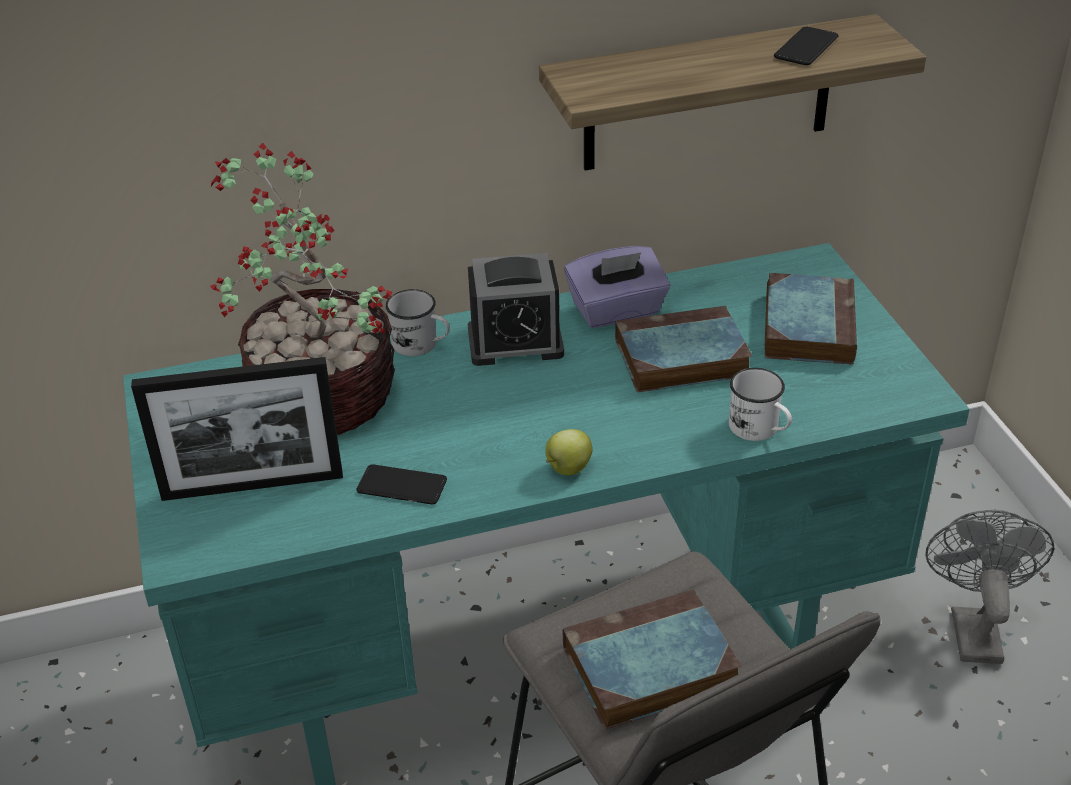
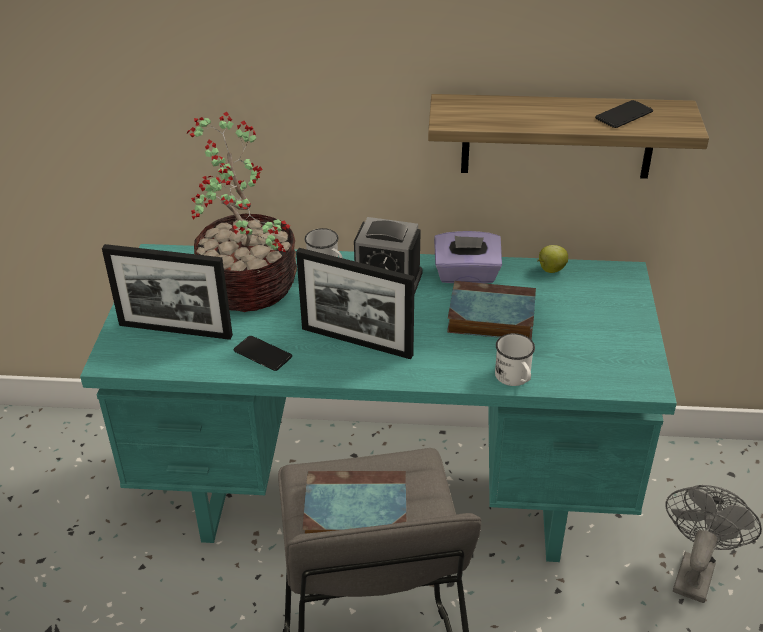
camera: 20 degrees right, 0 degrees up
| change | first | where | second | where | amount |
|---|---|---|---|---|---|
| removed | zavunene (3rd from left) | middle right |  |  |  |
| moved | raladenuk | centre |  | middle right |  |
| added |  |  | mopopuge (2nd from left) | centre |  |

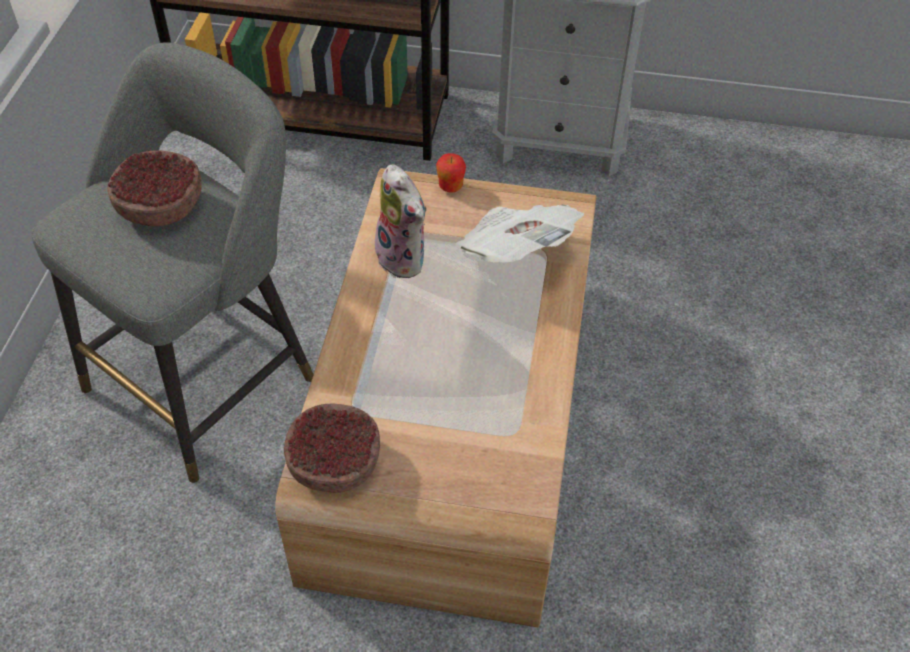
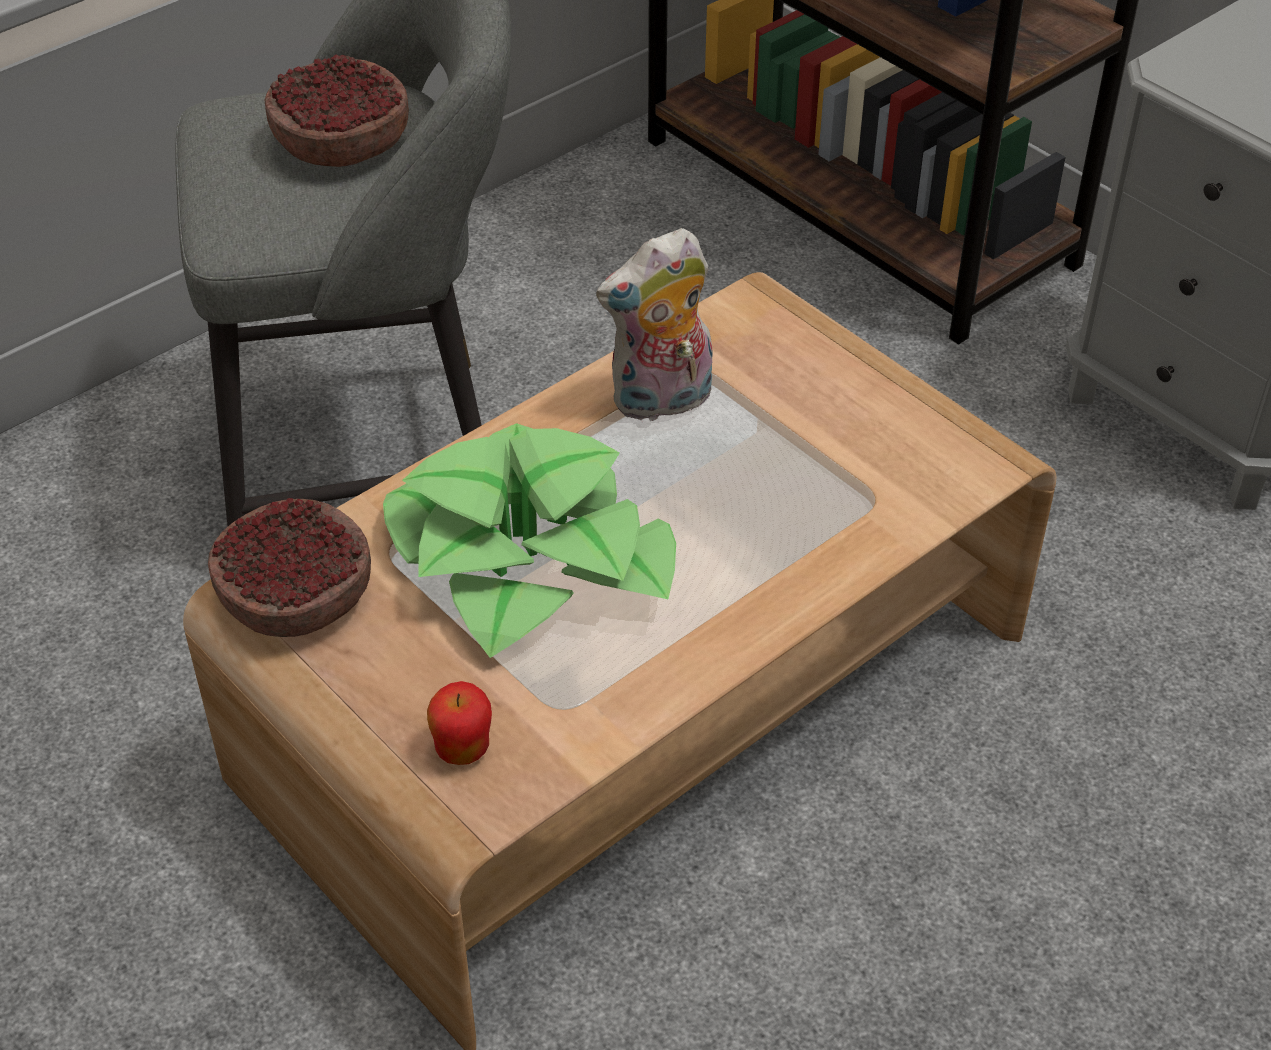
camera: 40 degrees right, 5 degrees down
| change | first | where | second | where | amount |
|---|---|---|---|---|---|
| moved | raladenuk | top centre |  | bottom centre |  |
| turned | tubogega | centre |  | top centre | 60 degrees clockwise |
| removed | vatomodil | centre |  |  |  |
| added |  |  | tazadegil | centre |  |

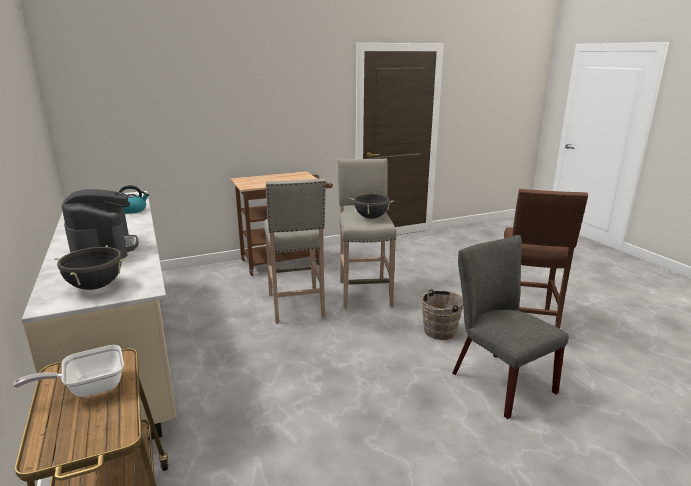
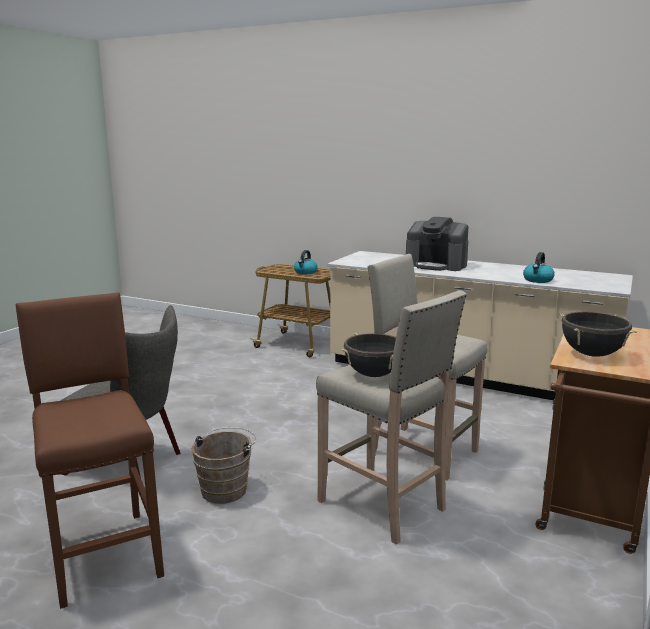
camera: 140 degrees right, 5 degrees down
| change | first | where | second | where | amount |
|---|---|---|---|---|---|
| moved | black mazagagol (1st from left in the first image) | middle left | black mazagagol (2nd from left) | middle right |  |
| replaced | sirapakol | bottom left | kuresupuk (1st from left) | centre |  |

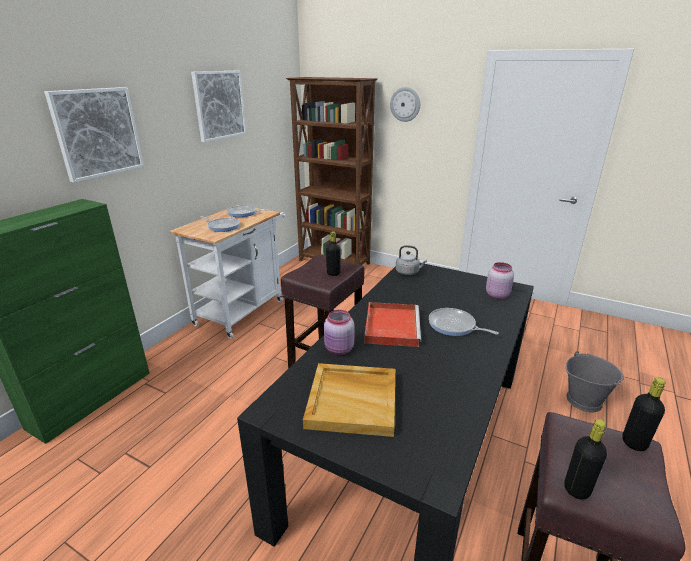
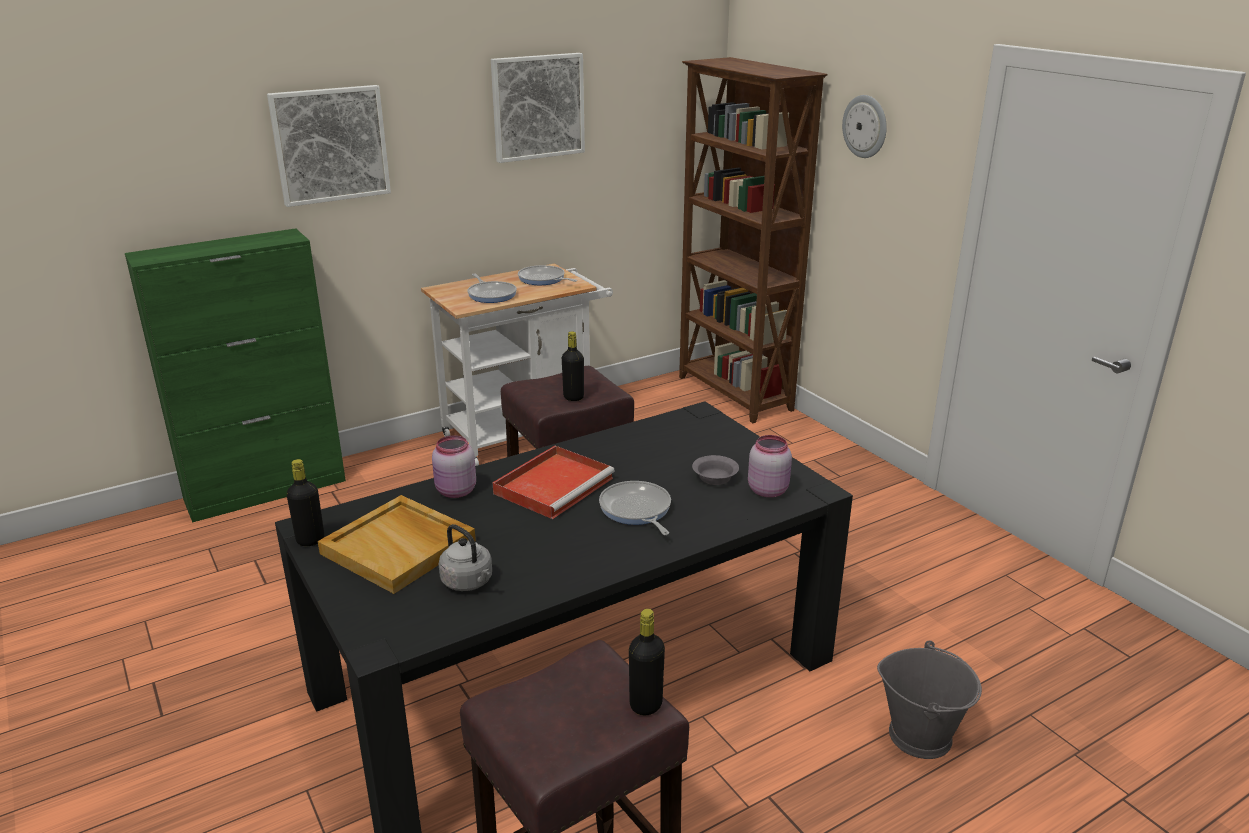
camera: 30 degrees right, 0 degrees up
| change | first | where | second | where | amount |
|---|---|---|---|---|---|
| moved | grey kuresupuk | centre |  | bottom centre |  |
| moved | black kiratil (2nd from left in the first image) | bottom right | black kiratil (1st from left) | middle left |  |
| added |  |  | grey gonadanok | centre |  |

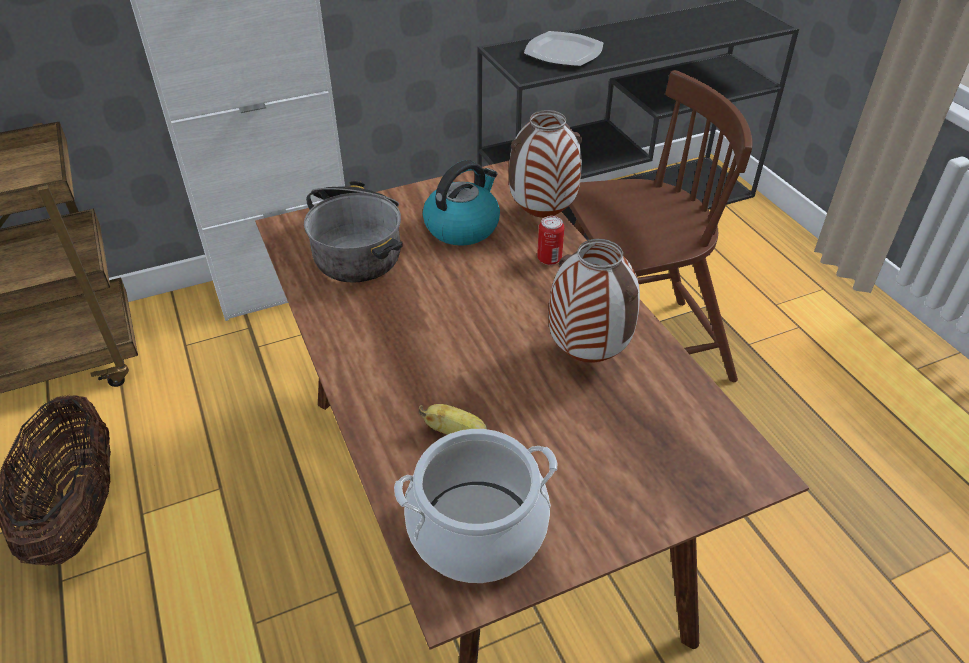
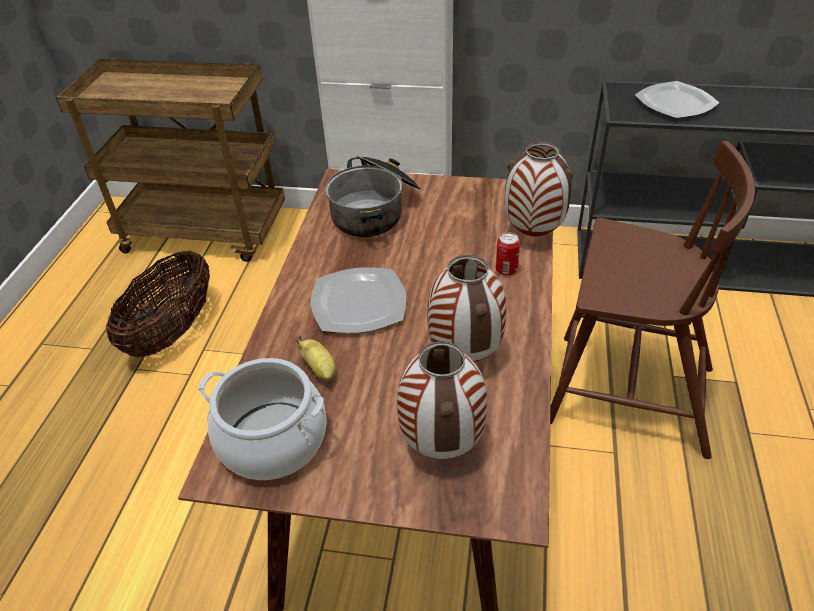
camera: 35 degrees right, 0 degrees up
| change | first | where | second | where | amount |
|---|---|---|---|---|---|
| removed | kuresupuk | top centre |  |  |  |
| added |  |  | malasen (1st from left) | centre |  |
| added |  |  | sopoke (1st from left) | centre |  |

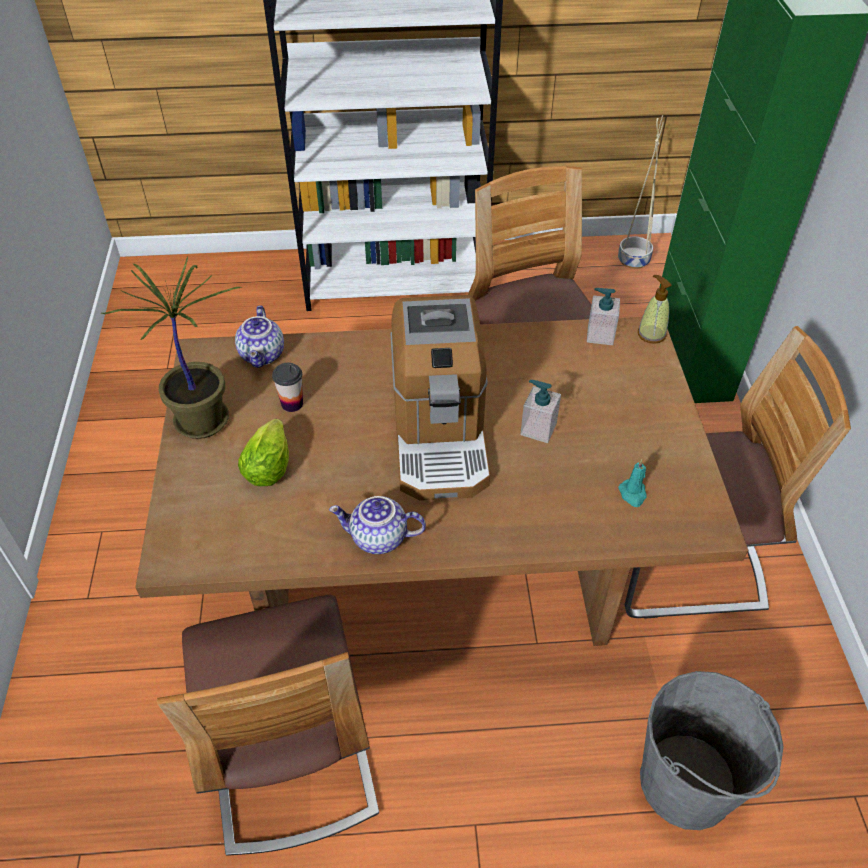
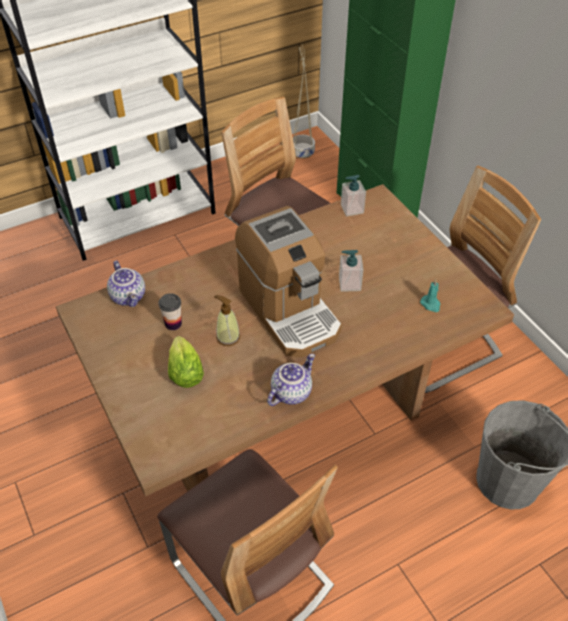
camera: 25 degrees left, 0 degrees up
| change | first | where | second | where | amount |
|---|---|---|---|---|---|
| removed | tazadegil | middle left |  |  |  |
| moved | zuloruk (3rd from left in the first image) | middle right | zuloruk (1st from left) | centre |  |
| turned | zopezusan (2nd from left) | centre |  | centre | 150 degrees clockwise |

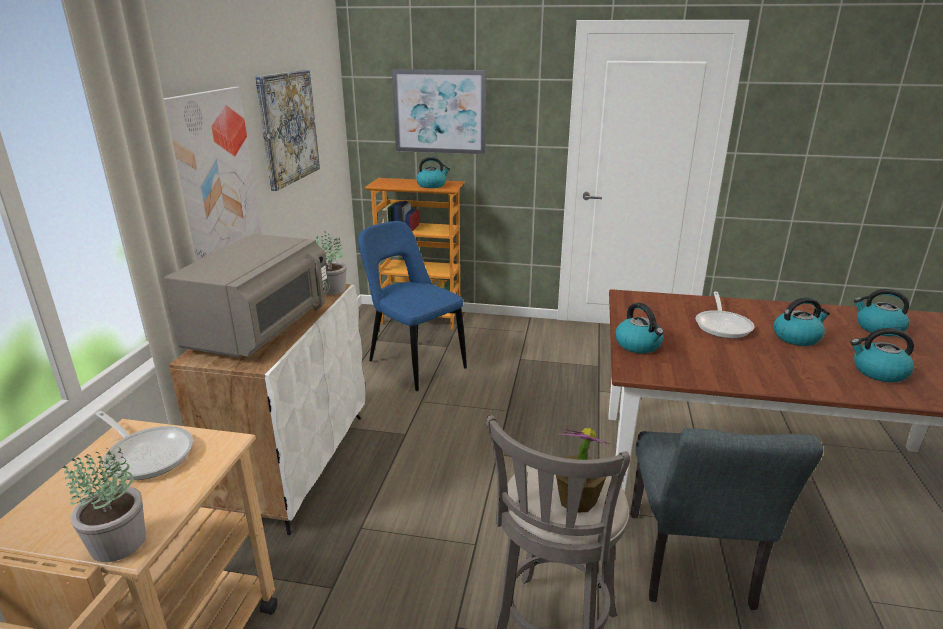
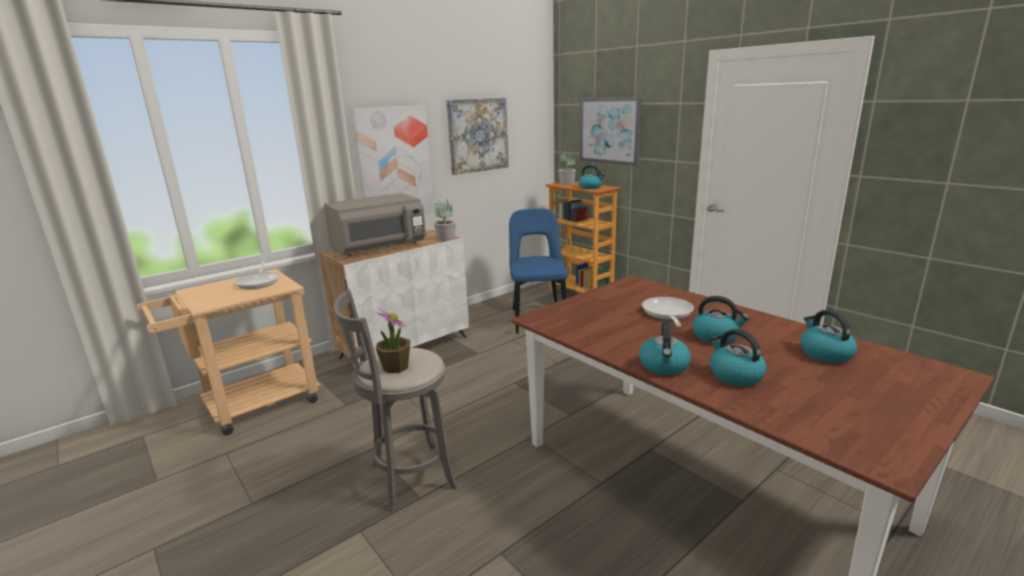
camera: 40 degrees right, 5 degrees down
| change | first | where | second | where | amount |
|---|---|---|---|---|---|
| turned | sirapakol (2nd from left) | middle right |  | centre | 135 degrees clockwise |
| moved | kuresupuk (2nd from left) | middle right |  | centre |  |
| removed | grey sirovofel | bottom right |  |  |  |
| moved | tazadegil (1st from left in the first image) | bottom left | tazadegil (3rd from left) | top centre |  |

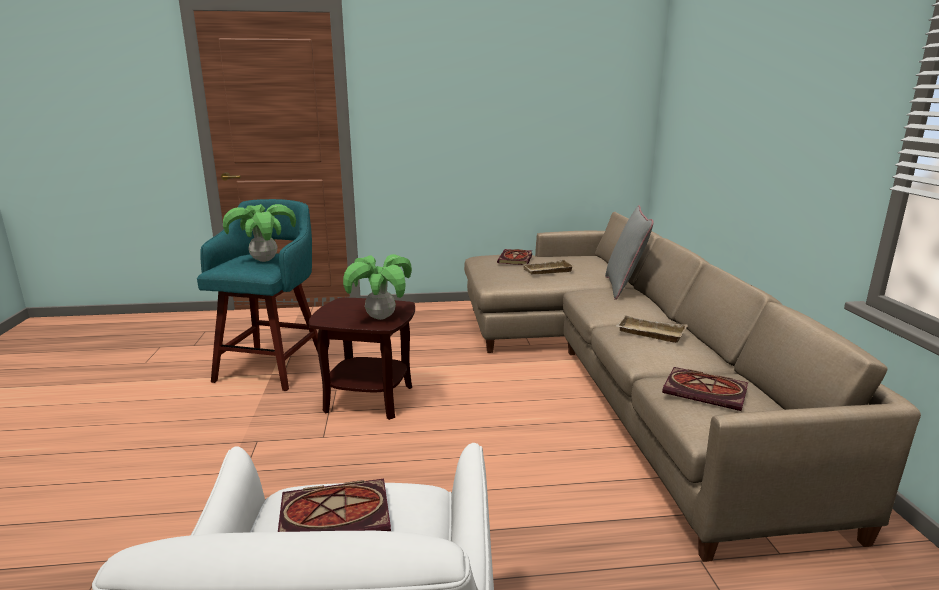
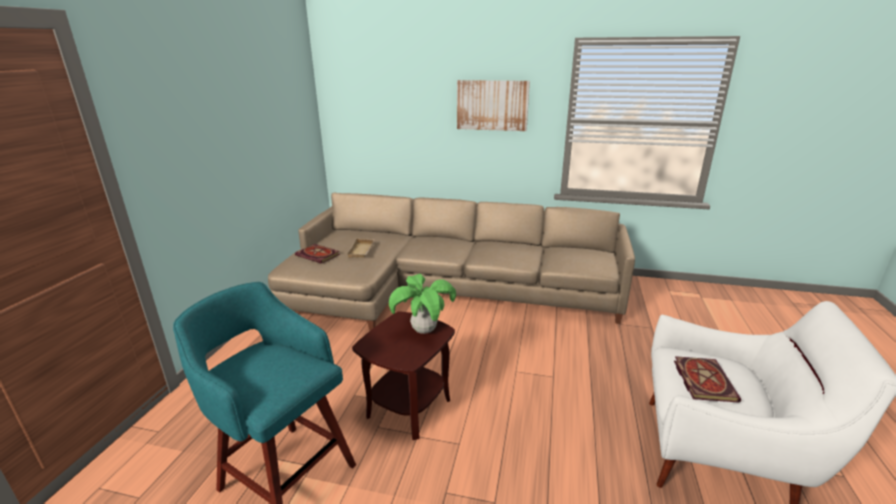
camera: 70 degrees left, 5 degrees up
| change | first | where | second | where | amount |
|---|---|---|---|---|---|
| removed | tazadegil (1st from left) | middle left |  |  |  |
| removed | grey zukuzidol | middle right |  |  |  |
| removed | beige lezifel (2nd from left) | middle right |  |  |  |
| removed | zavunene (3rd from left) | middle right |  |  |  |
| added |  |  | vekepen | top centre |  |

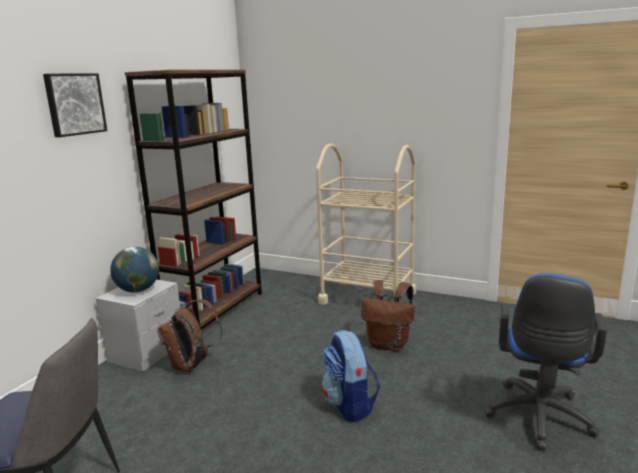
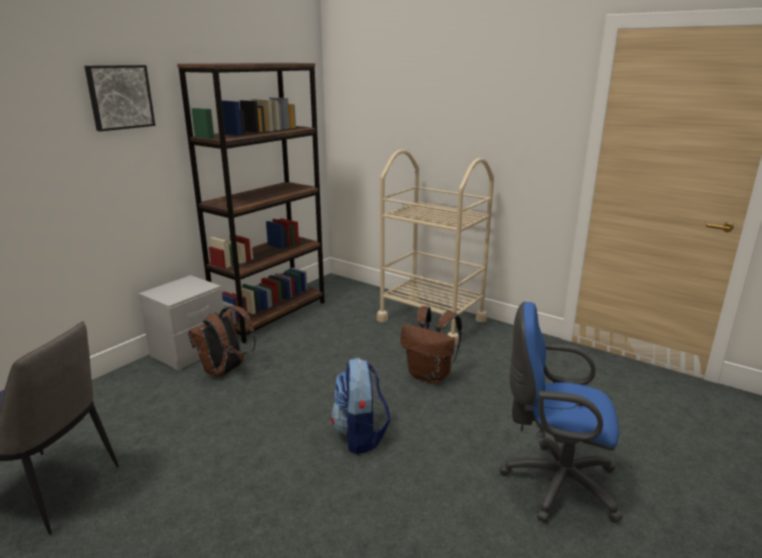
camera: 10 degrees right, 5 degrees up
| change | first | where | second | where | amount |
|---|---|---|---|---|---|
| removed | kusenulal | middle left |  |  |  |
| turned | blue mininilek | bottom right |  | bottom right | 75 degrees clockwise |

